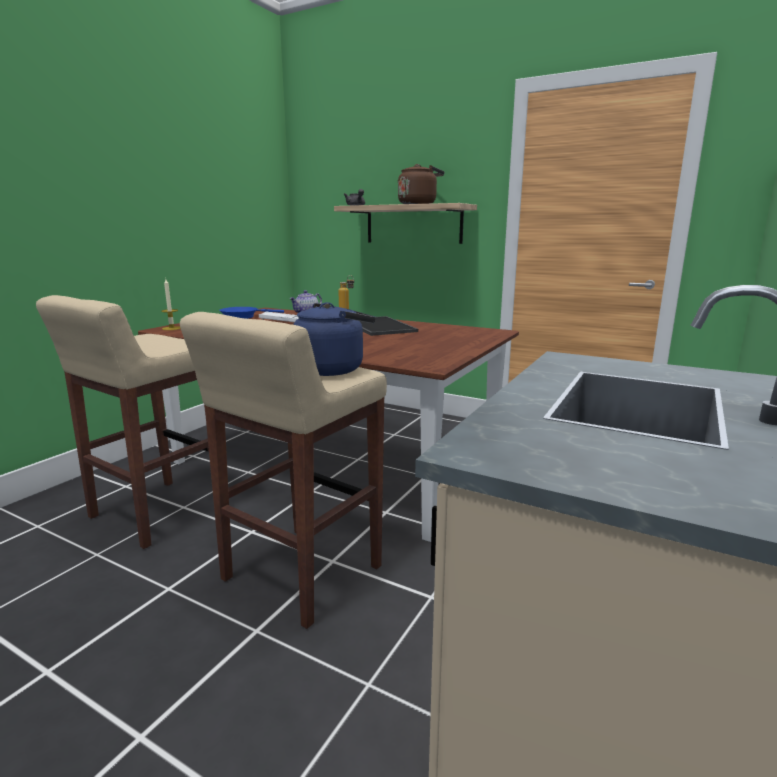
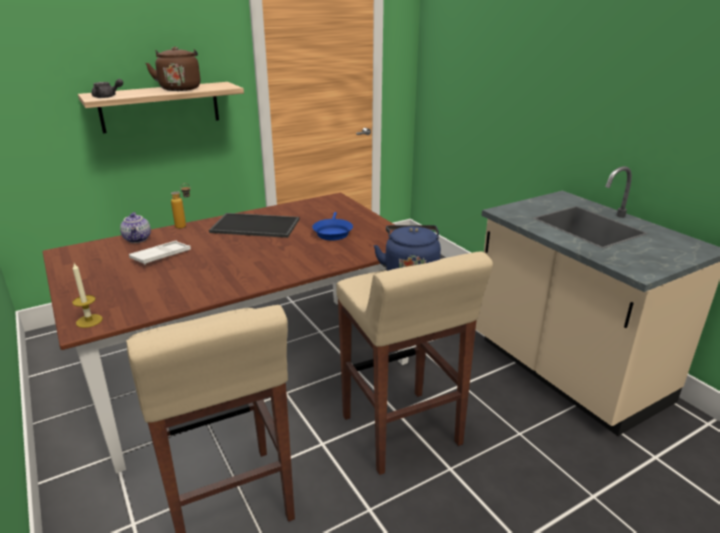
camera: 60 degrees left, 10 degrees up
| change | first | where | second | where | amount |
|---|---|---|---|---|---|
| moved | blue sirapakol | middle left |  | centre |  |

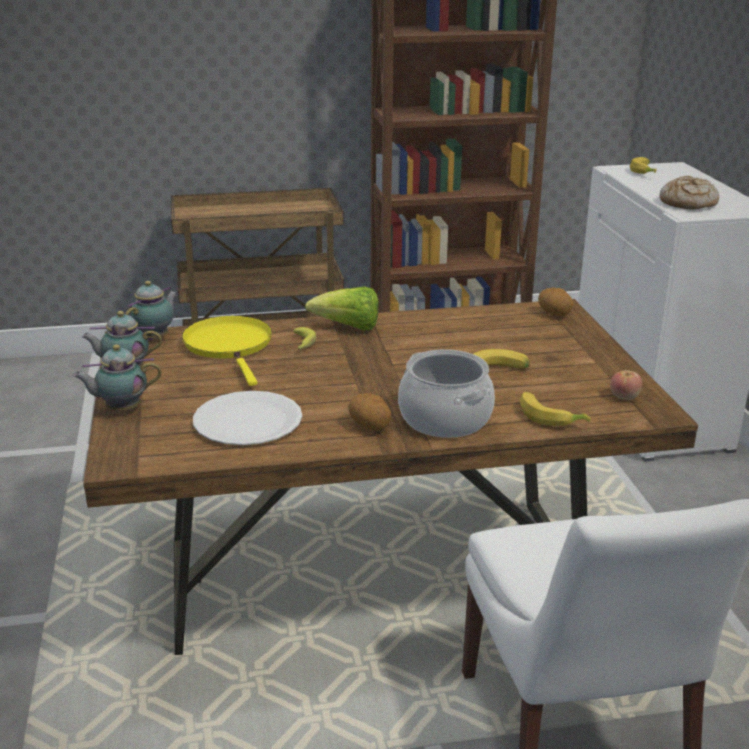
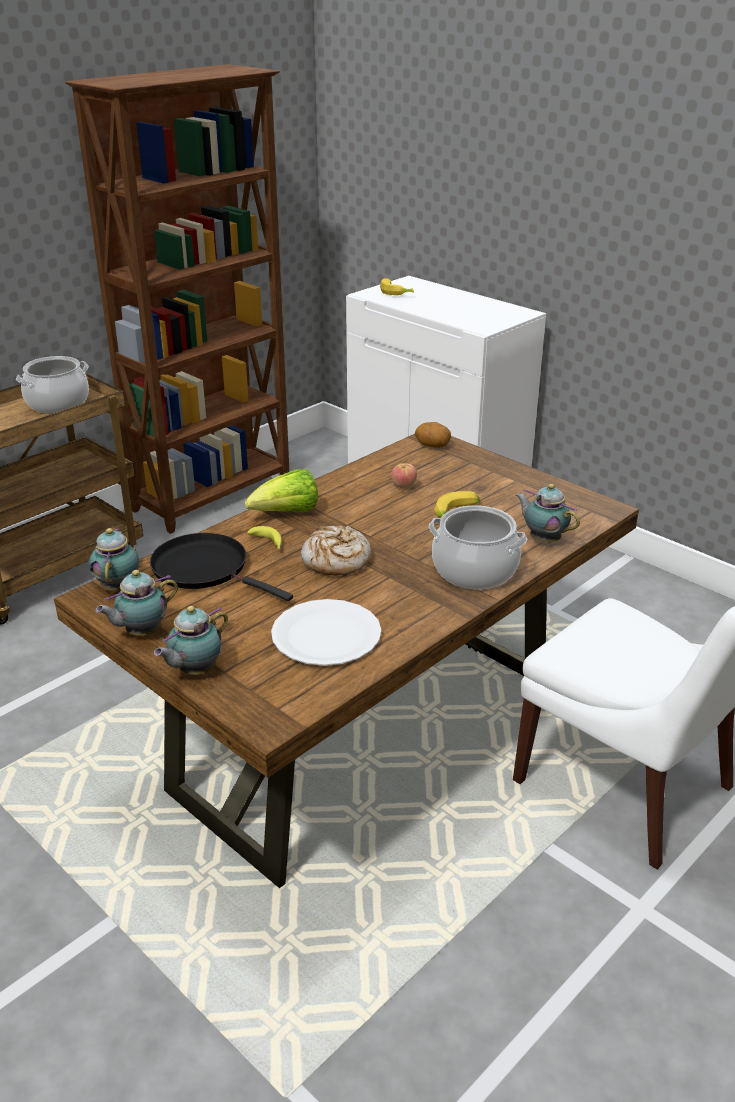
camera: 35 degrees left, 5 degrees up
| change | first | where | second | where | amount |
|---|---|---|---|---|---|
| moved | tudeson | top right |  | centre |  |
| recoloured | yellow sirapakol | middle left | black sirapakol | middle left |  |
| moved | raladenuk | middle right |  | centre |  |
| replaced | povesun (3rd from left) | middle right | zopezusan (4th from left) | middle right |  |
| removed | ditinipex (1st from left) | centre |  |  |  |
| added |  |  | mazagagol (1st from left) | middle left |  |

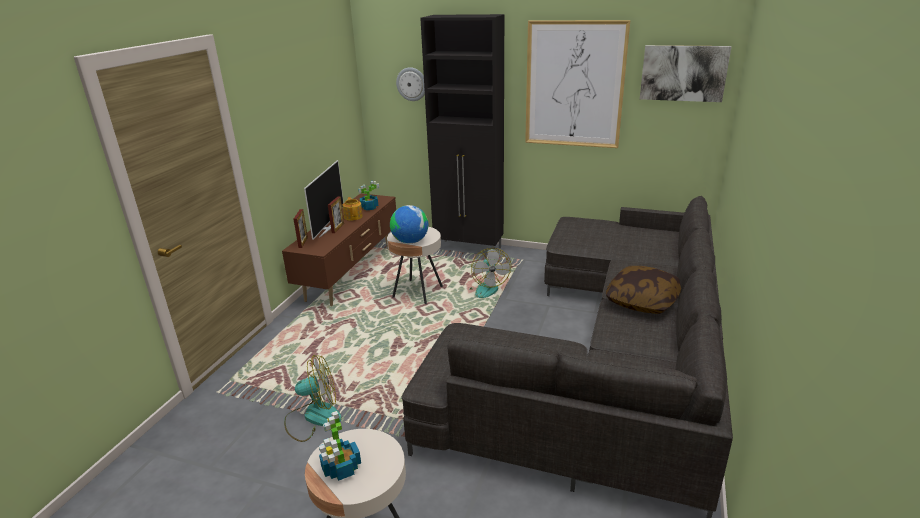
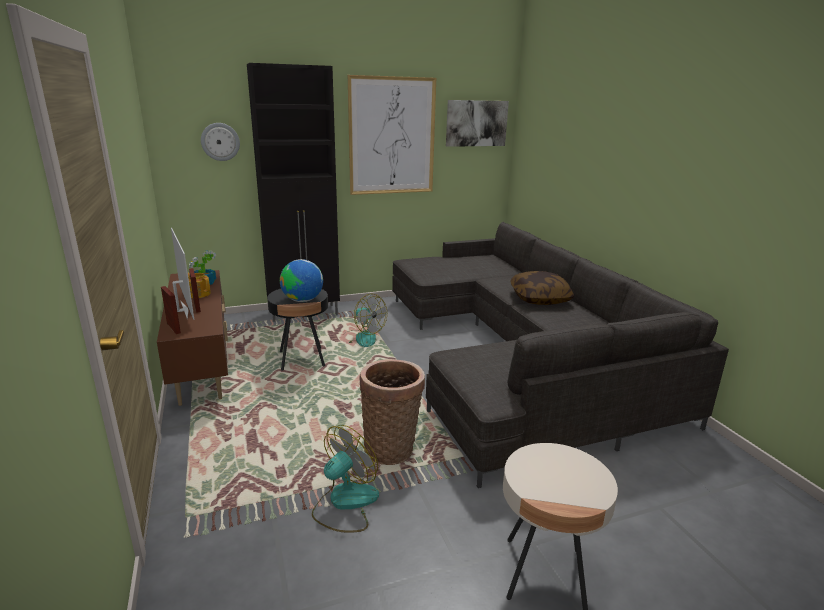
camera: 40 degrees left, 5 degrees down
| change | first | where | second | where | amount |
|---|---|---|---|---|---|
| recoloured | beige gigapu (2nd from left) | centre | black gigapu | centre |  |
| removed | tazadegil (1st from left) | bottom centre |  |  |  |
| added |  |  | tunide | bottom centre |  |

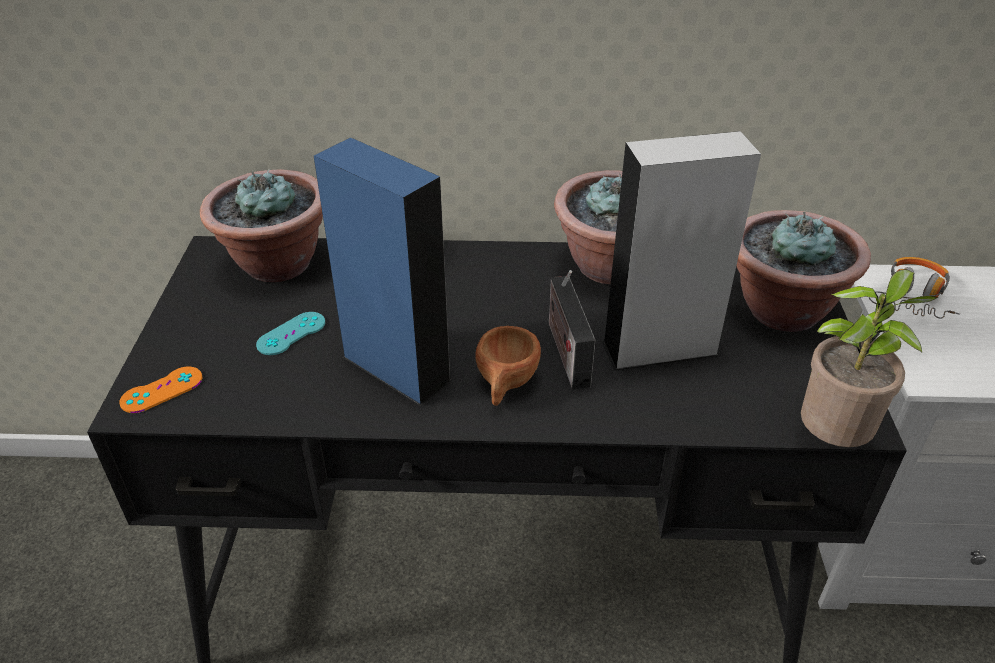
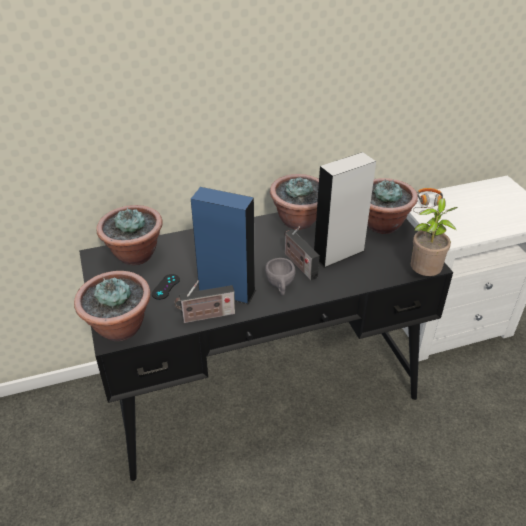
camera: 20 degrees left, 0 degrees up
| change | first | where | second | where | amount |
|---|---|---|---|---|---|
| recoloured | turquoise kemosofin | middle left | black kemosofin | middle left |  |
| recoloured | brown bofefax | centre | grey bofefax | centre |  |
| replaced | orange kemosofin | middle left | tazadegil (1st from left) | middle left |  |
| added |  |  | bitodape (1st from left) | centre |  |

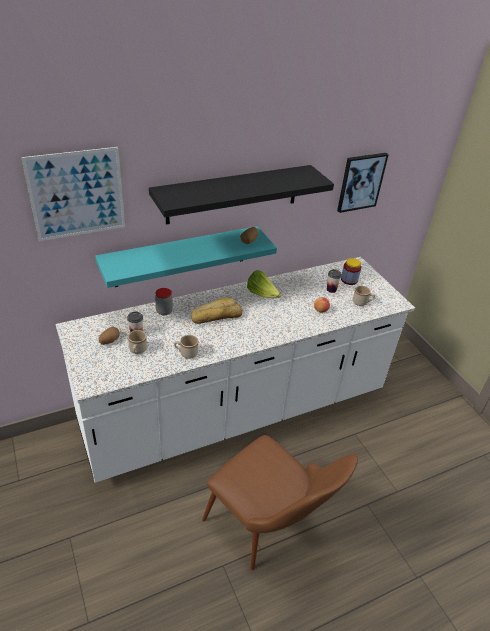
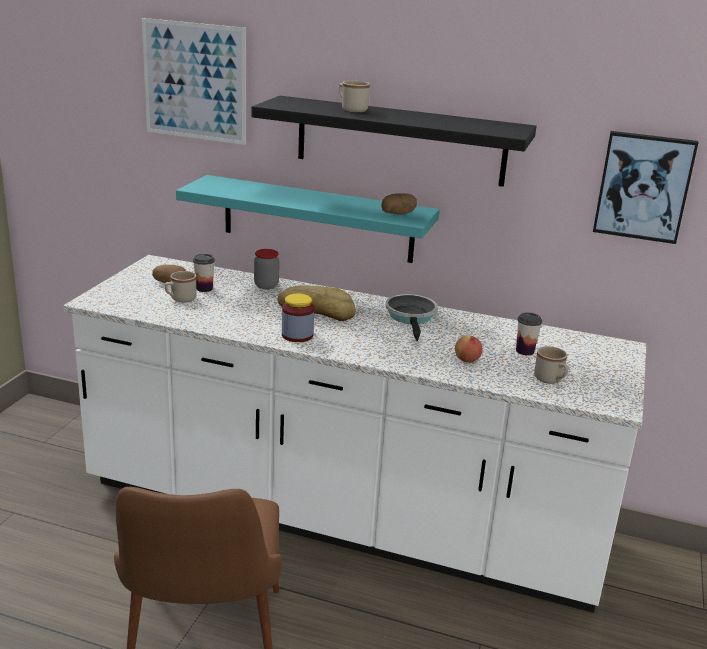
camera: 45 degrees right, 15 degrees down
| change | first | where | second | where | amount |
|---|---|---|---|---|---|
| moved | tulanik (2nd from left) | middle right |  | centre |  |
| replaced | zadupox | centre | sirapakol | centre |  |
| moved | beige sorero (2nd from left) | centre |  | top centre |  |

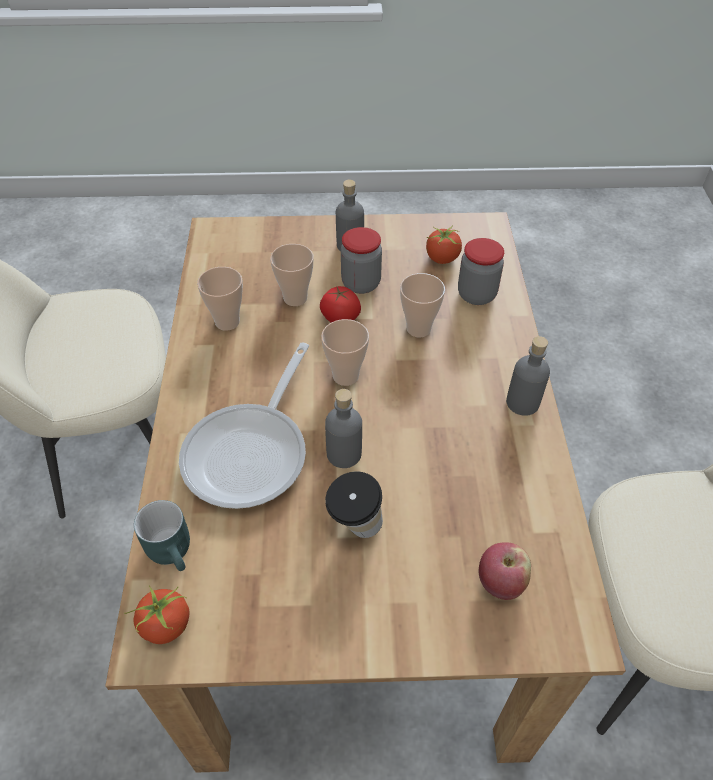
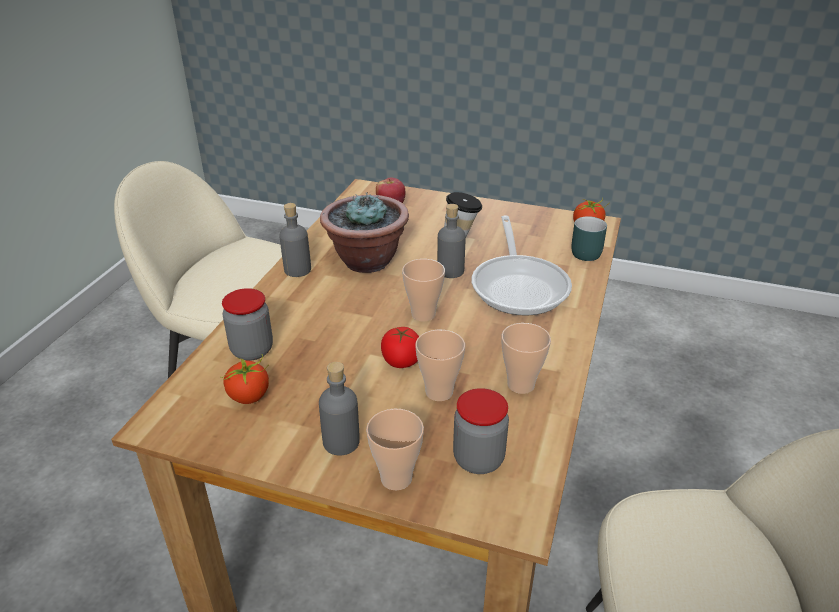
camera: 160 degrees left, 15 degrees down
| change | first | where | second | where | amount |
|---|---|---|---|---|---|
| moved | tulanik (1st from left in the first image) | centre | tulanik (2nd from left) | bottom centre |  |
| moved | bofefax (5th from left in the first image) | centre | bofefax (1st from left) | bottom centre |  |
| turned | sirapakol | centre |  | centre | 135 degrees clockwise |
| added |  |  | tazadegil | centre |  |

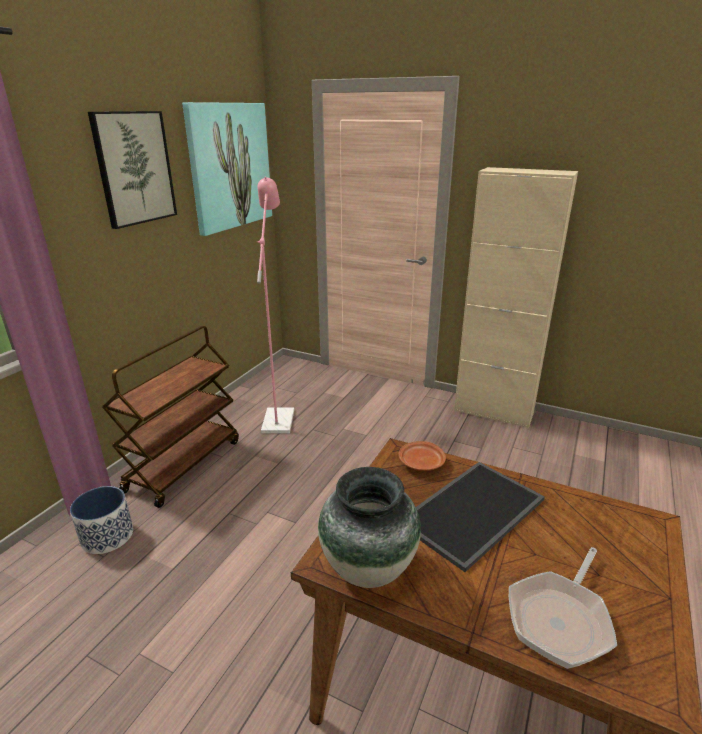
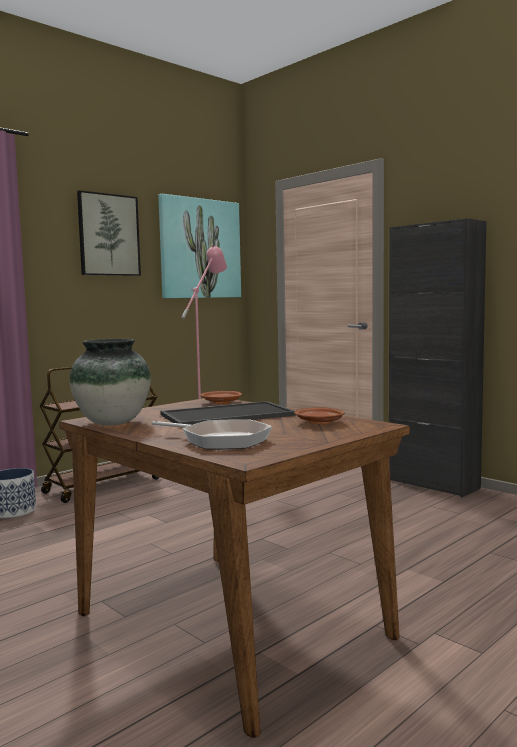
camera: 20 degrees right, 20 degrees down
| change | first | where | second | where | amount |
|---|---|---|---|---|---|
| recoloured | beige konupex | middle right | black konupex | middle right |  |
| turned | sirapakol | bottom right |  | centre | 120 degrees counterclockwise |
| added |  |  | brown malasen (2nd from left) | centre |  |

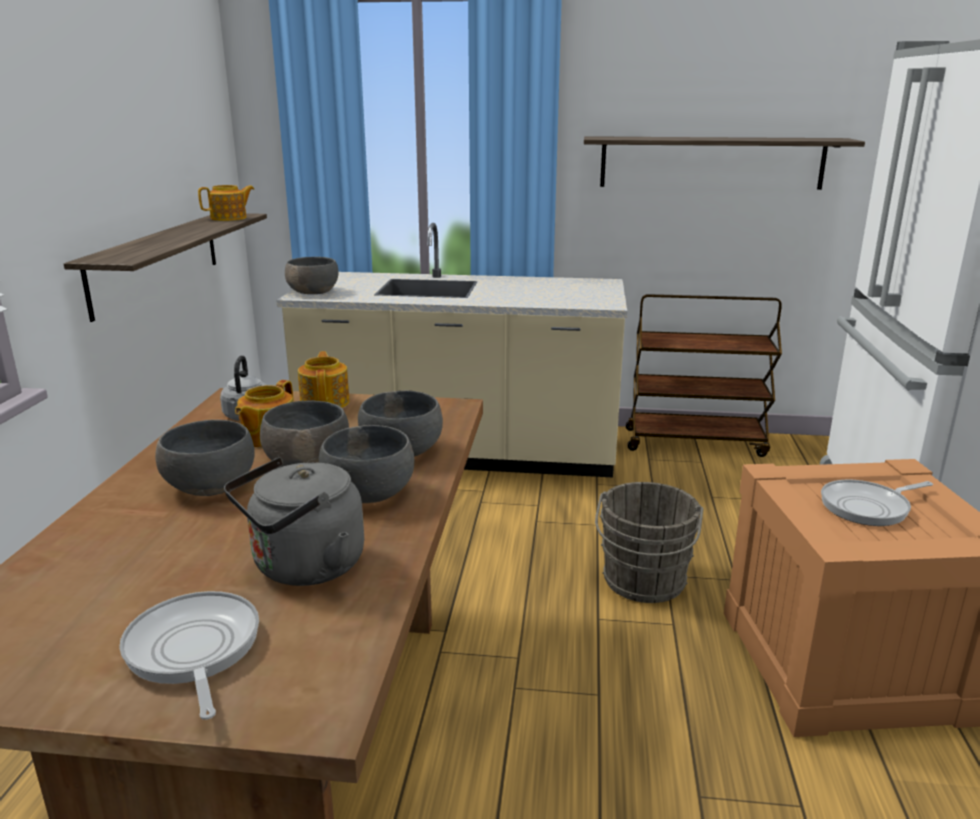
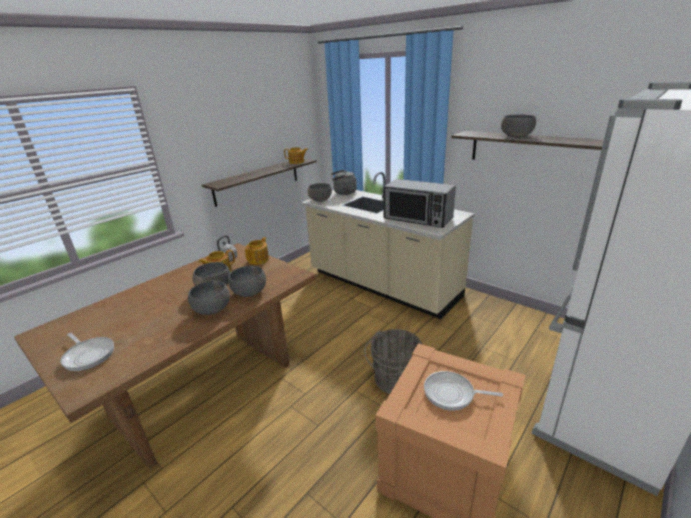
camera: 35 degrees right, 5 degrees up
| change | first | where | second | where | amount |
|---|---|---|---|---|---|
| removed | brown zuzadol | middle right |  |  |  |
| moved | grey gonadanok (1st from left in the first image) | middle left | grey gonadanok (5th from left) | top right |  |
| moved | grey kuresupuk (2nd from left) | middle left |  | centre |  |
| turned | sirapakol (1st from left) | bottom left |  | bottom left | 120 degrees clockwise |
| added |  |  | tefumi | centre |  |

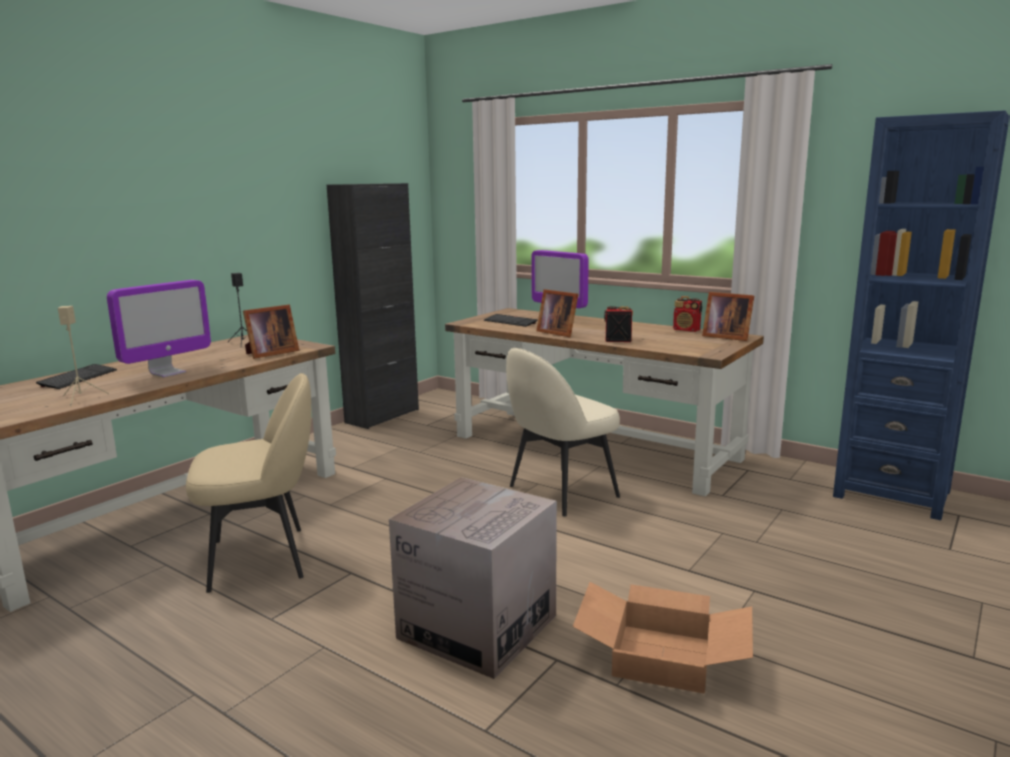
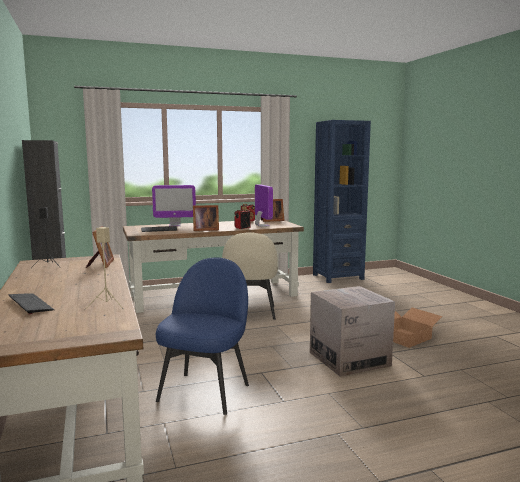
camera: 55 degrees left, 5 degrees down
| change | first | where | second | where | amount |
|---|---|---|---|---|---|
| moved | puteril (1st from left in the first image) | middle left | puteril (2nd from left) | centre |  |
| recoloured | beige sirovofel (1st from left) | middle left | blue sirovofel | bottom centre |  |

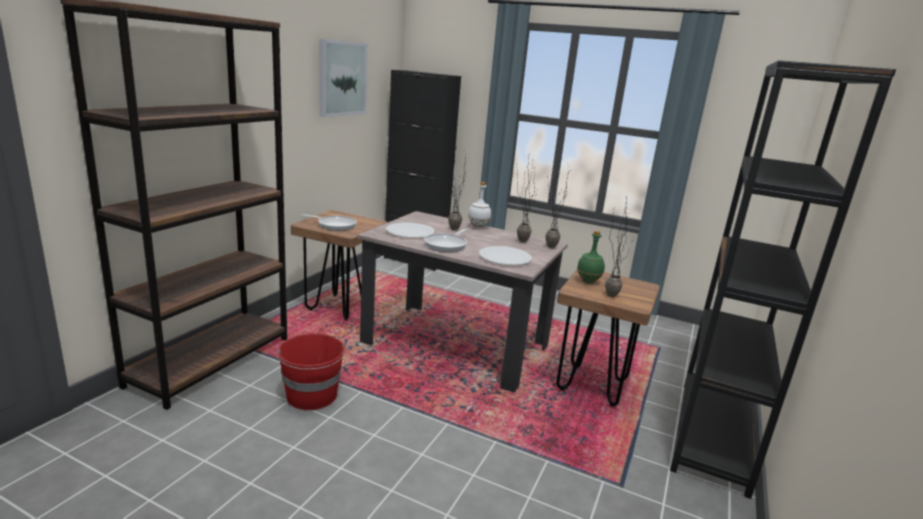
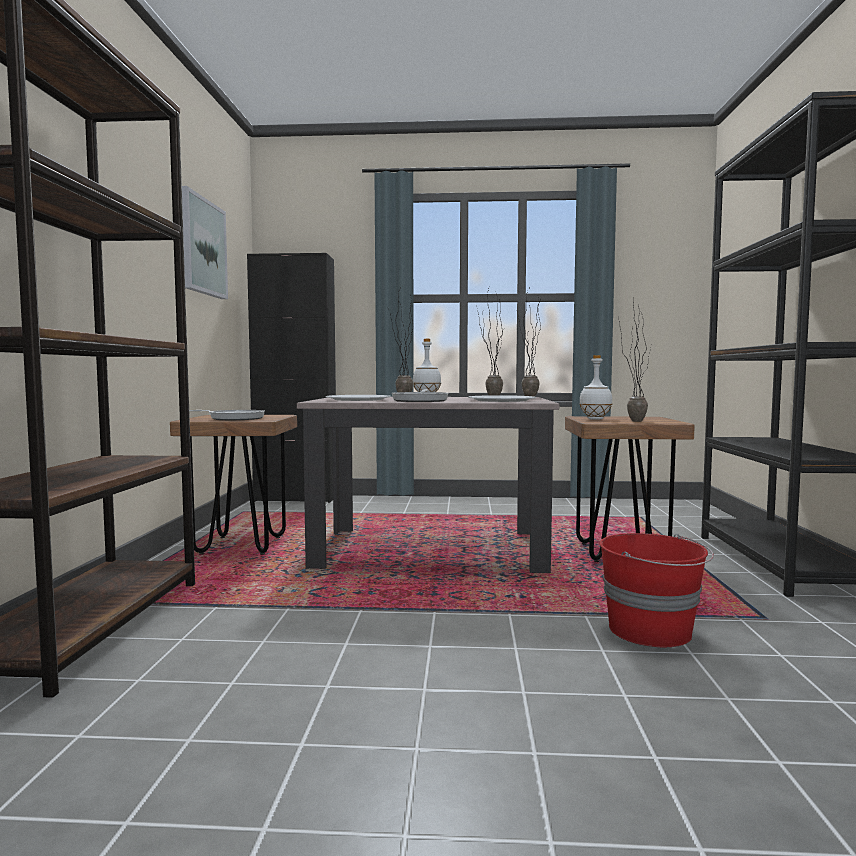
camera: 20 degrees left, 15 degrees down
| change | first | where | second | where | amount |
|---|---|---|---|---|---|
| recoloured | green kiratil | centre | white kiratil (2nd from left) | middle right |  |
| moved | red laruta | bottom centre |  | bottom right |  |

